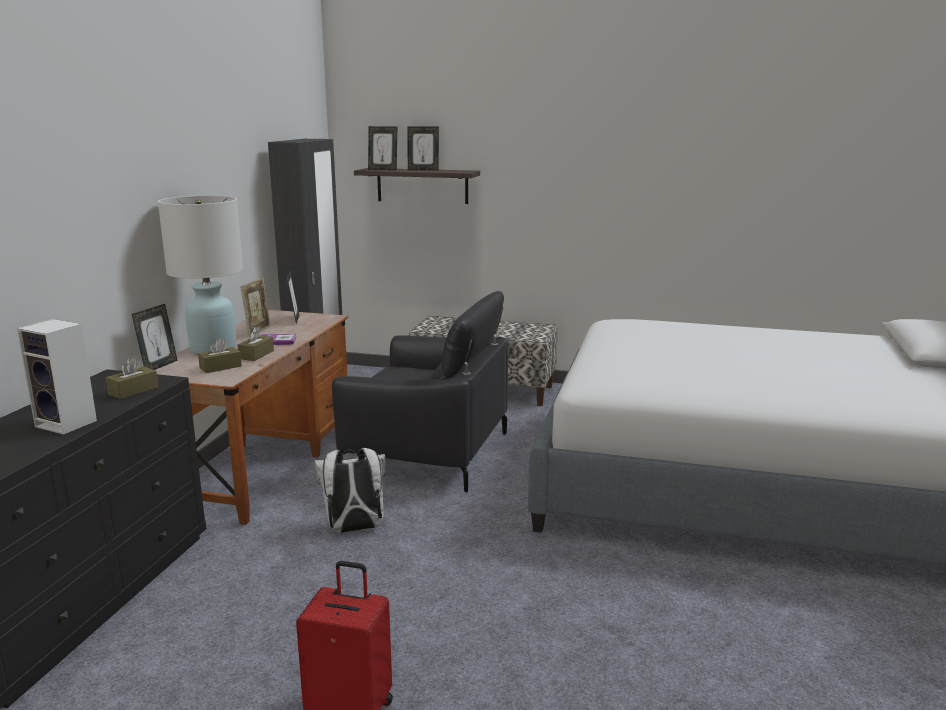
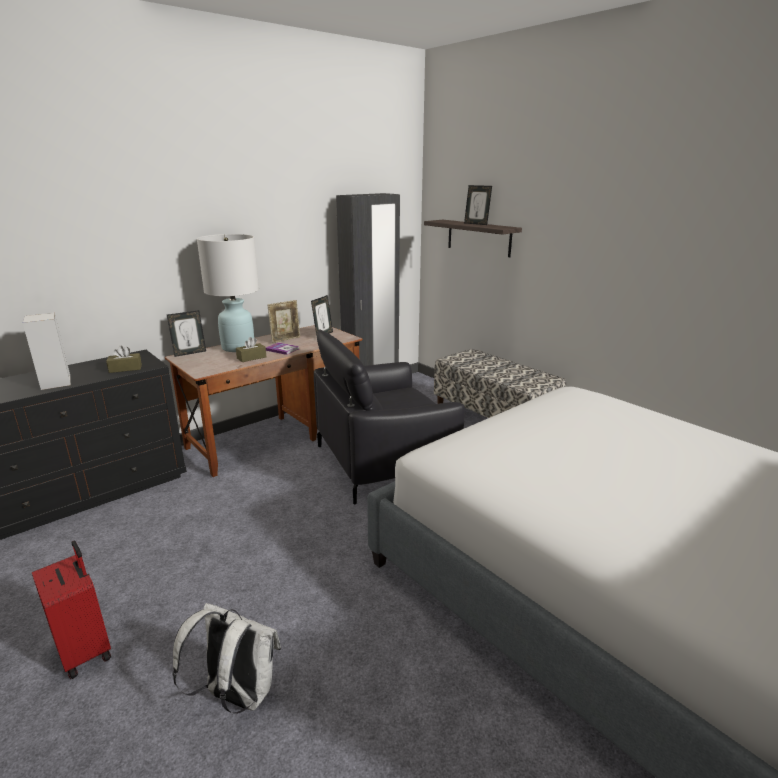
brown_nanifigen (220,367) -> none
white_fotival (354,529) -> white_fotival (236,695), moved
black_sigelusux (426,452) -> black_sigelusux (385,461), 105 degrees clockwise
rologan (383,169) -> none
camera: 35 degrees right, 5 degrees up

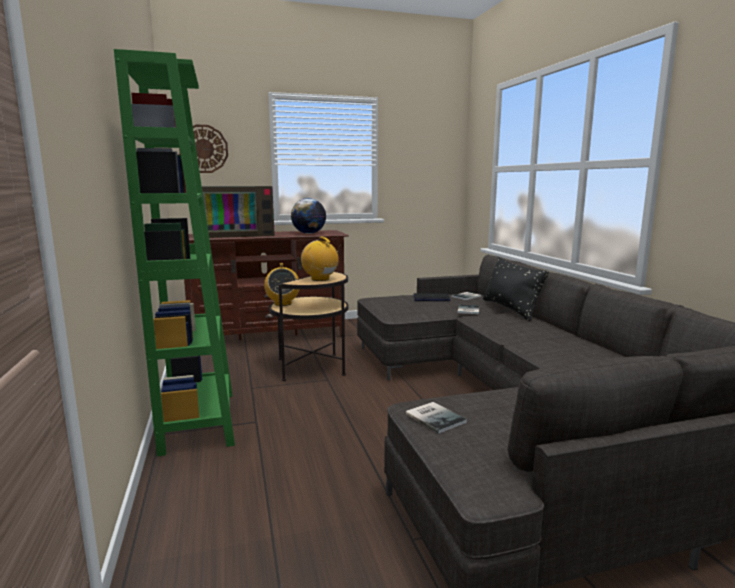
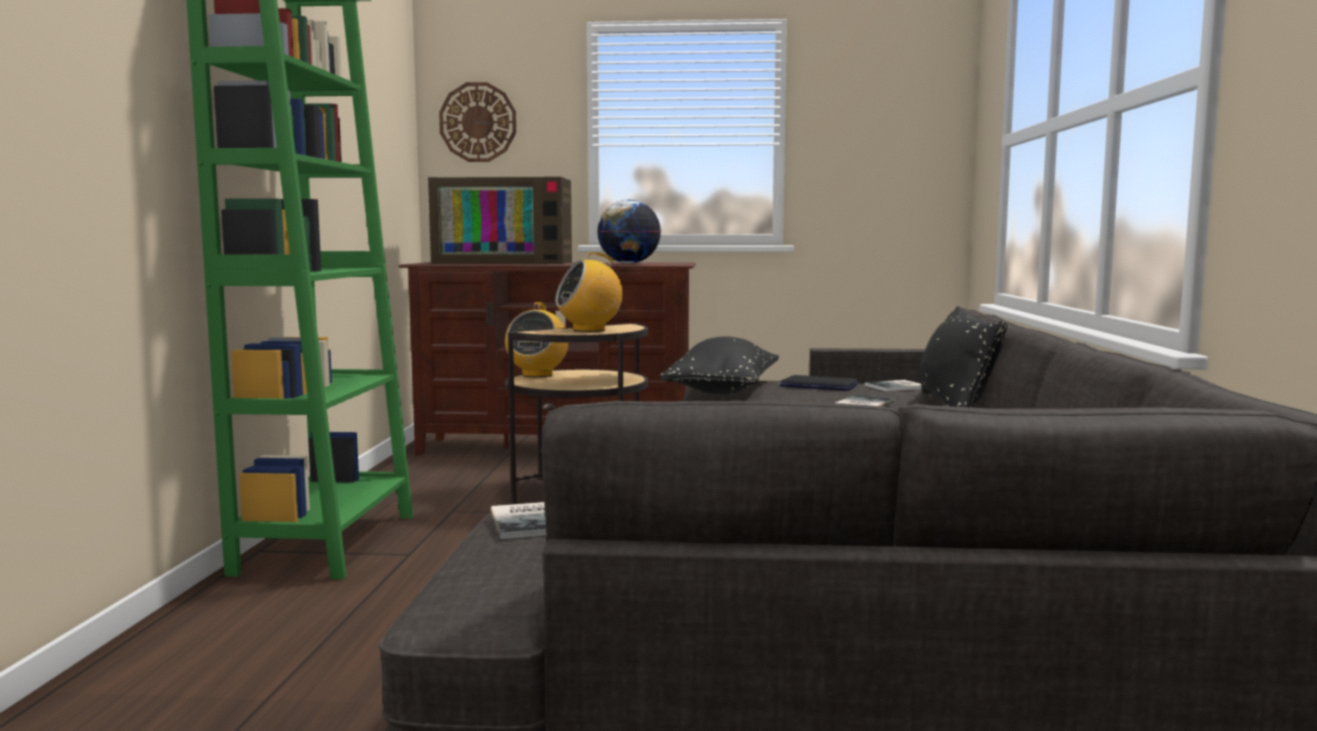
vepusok (320,279) -> vepusok (589,330), 90 degrees counterclockwise
none -> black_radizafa (723,391)
camera: 20 degrees right, 5 degrees down

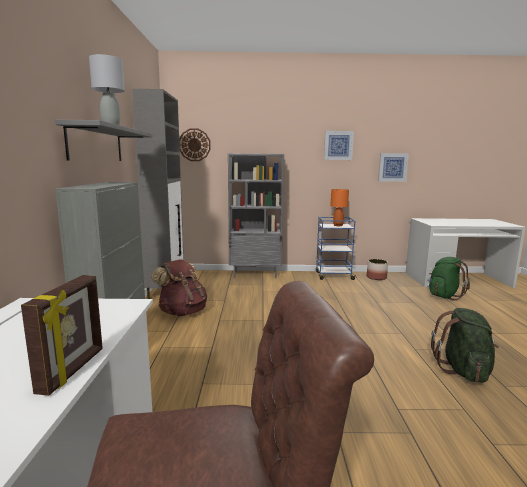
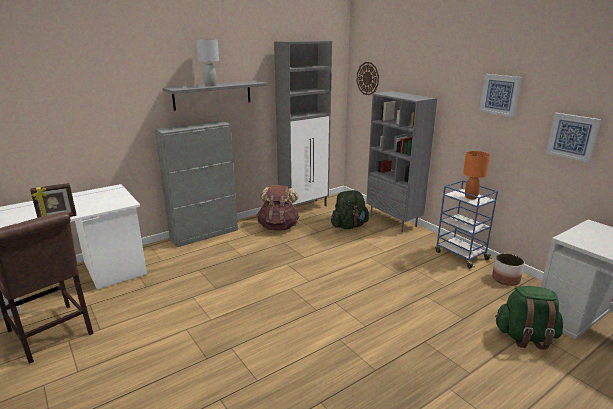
green_fotival (463,370) -> green_fotival (349,226), moved
camera: 55 degrees right, 10 degrees up

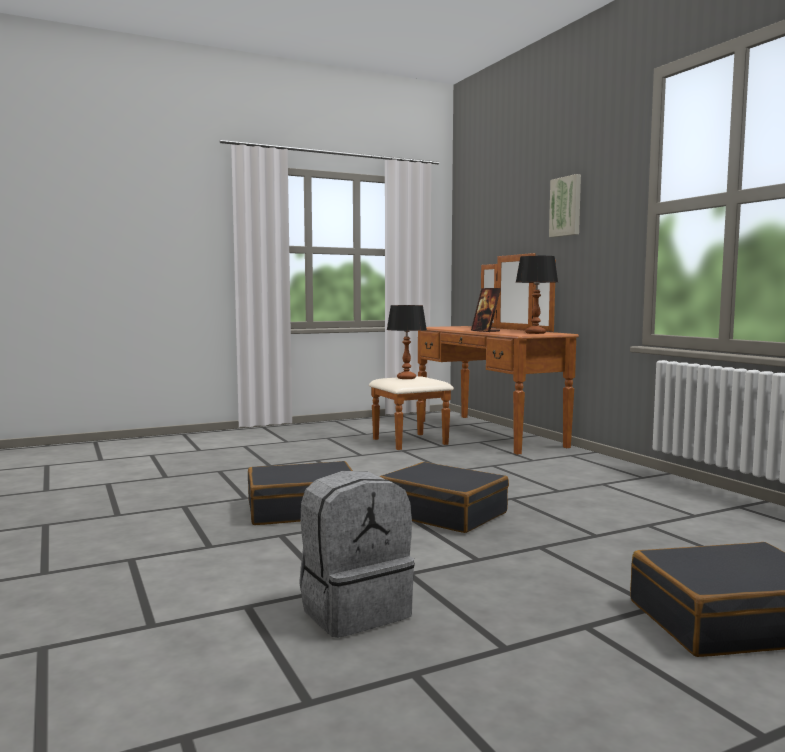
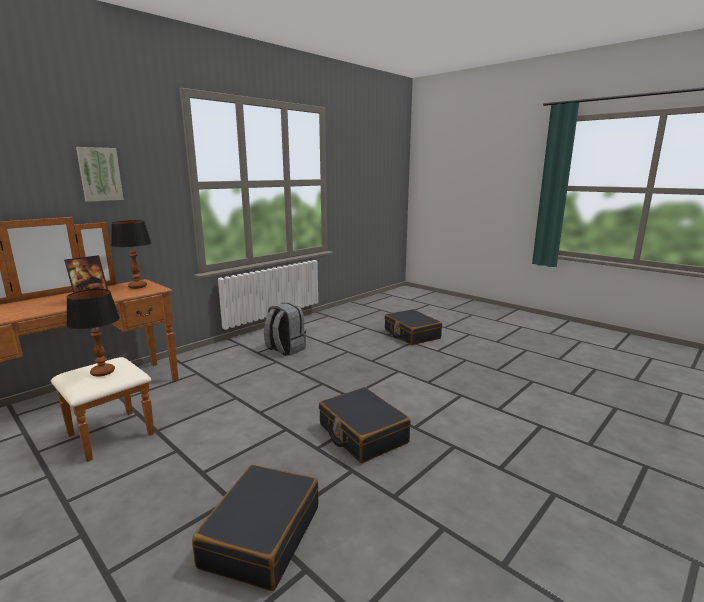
grey_fotival (354,610) -> grey_fotival (285,349), moved
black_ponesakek (443,513) -> black_ponesakek (261,535), moved
camera: 110 degrees left, 10 degrees up

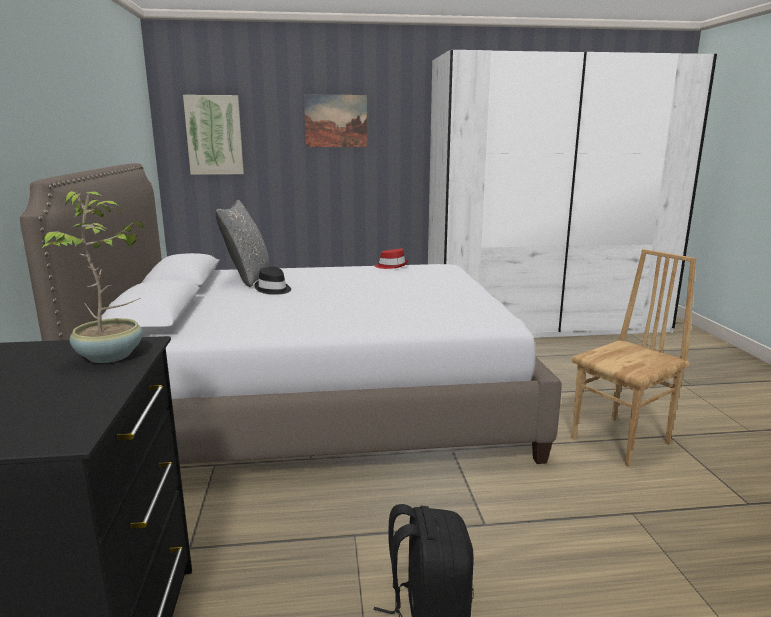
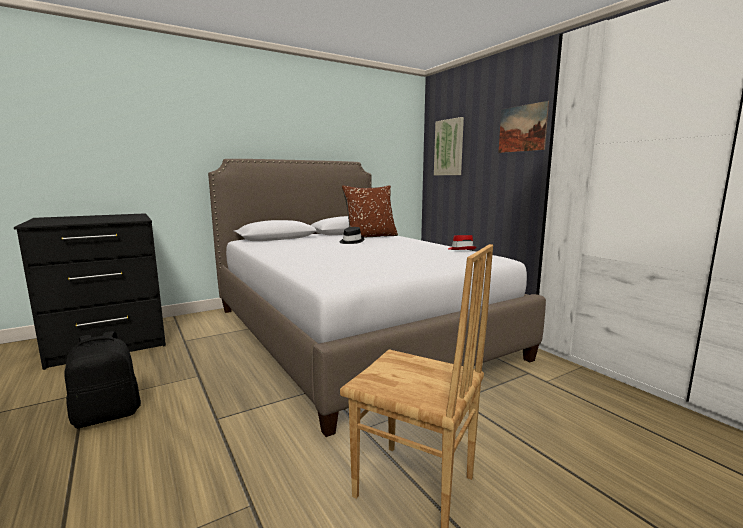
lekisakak (111,356) -> none
grey_radizafa (248,277) -> brown_radizafa (371,236)
camera: 65 degrees right, 5 degrees down

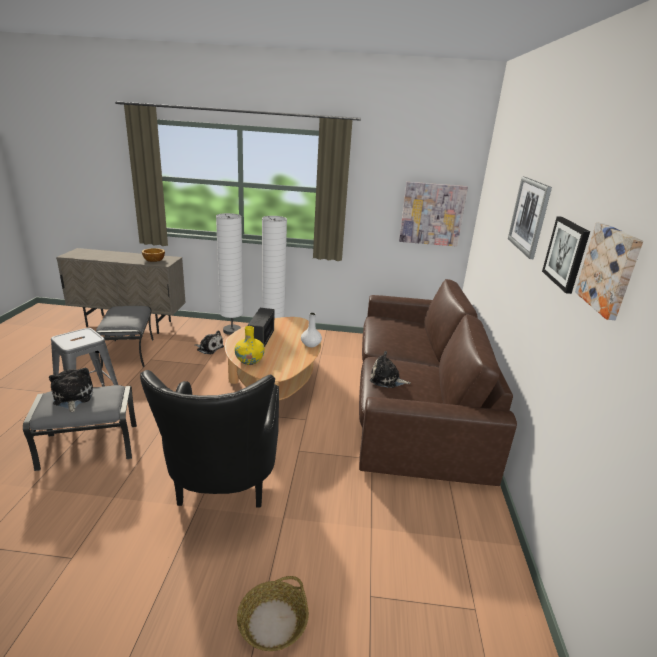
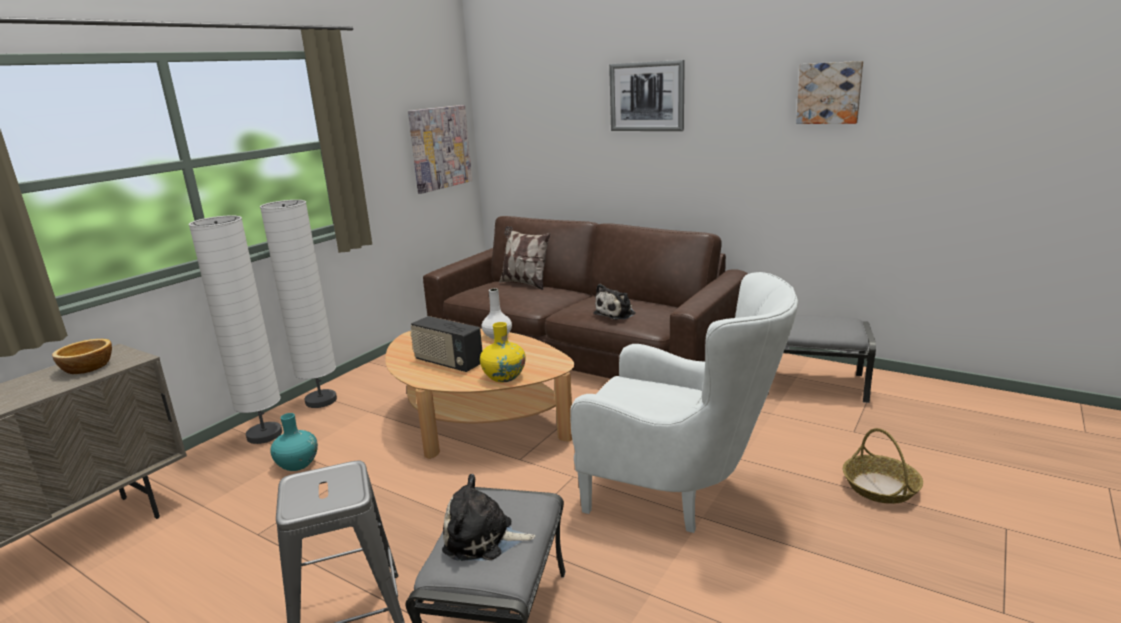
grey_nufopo (129,353) -> grey_nufopo (814,384), moved
black_sigelusux (223,490) -> white_sigelusux (679,494)
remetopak (209,348) -> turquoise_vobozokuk (297,464)
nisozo (566,253) -> none
none -> radizafa (525,283)
camera: 60 degrees left, 5 degrees down

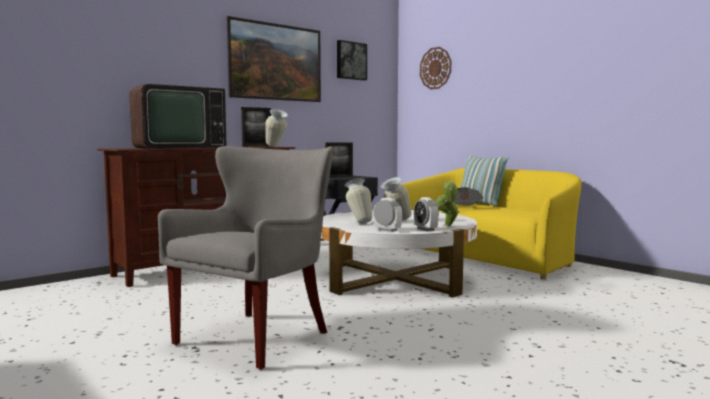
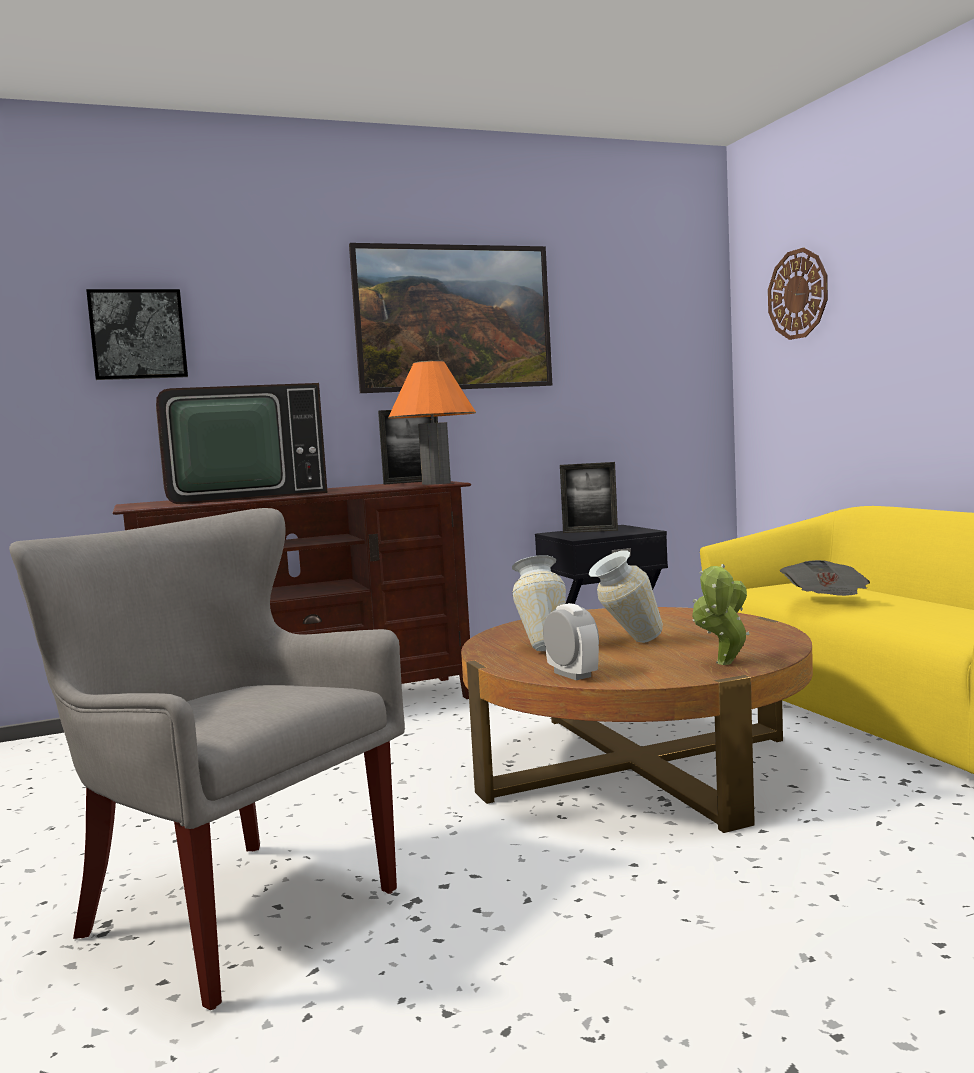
grey_sigelusux (257,337) -> grey_sigelusux (234,911), 105 degrees counterclockwise
vobozokuk (276,146) -> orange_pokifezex (436,483)
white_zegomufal (395,279) -> brown_zegomufal (636,765)
nisozo (350,61) -> nisozo (138,335), moved
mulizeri (425,229) -> none
radizafa (479,203) -> none
camera: 20 degrees right, 0 degrees up

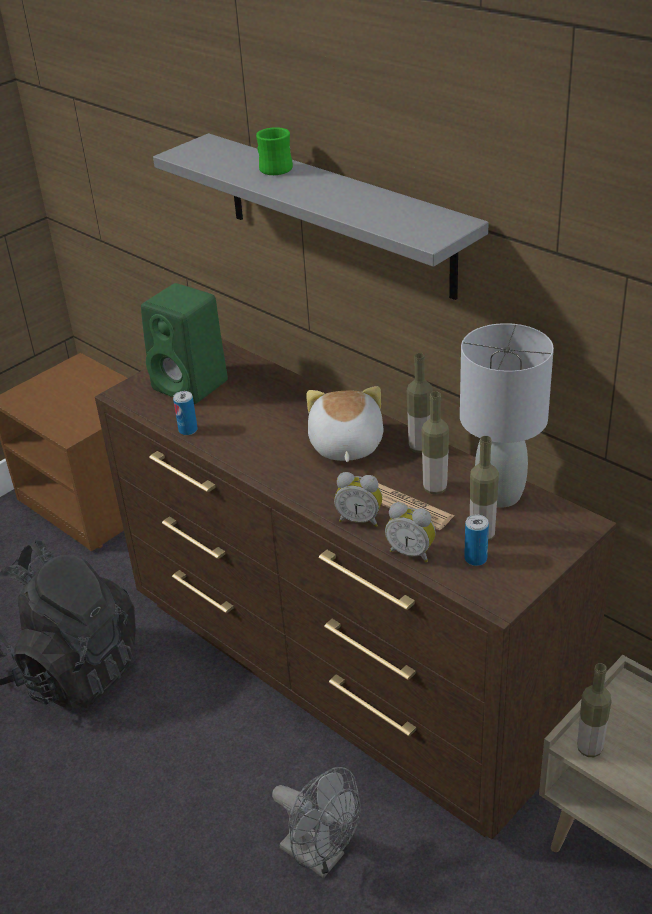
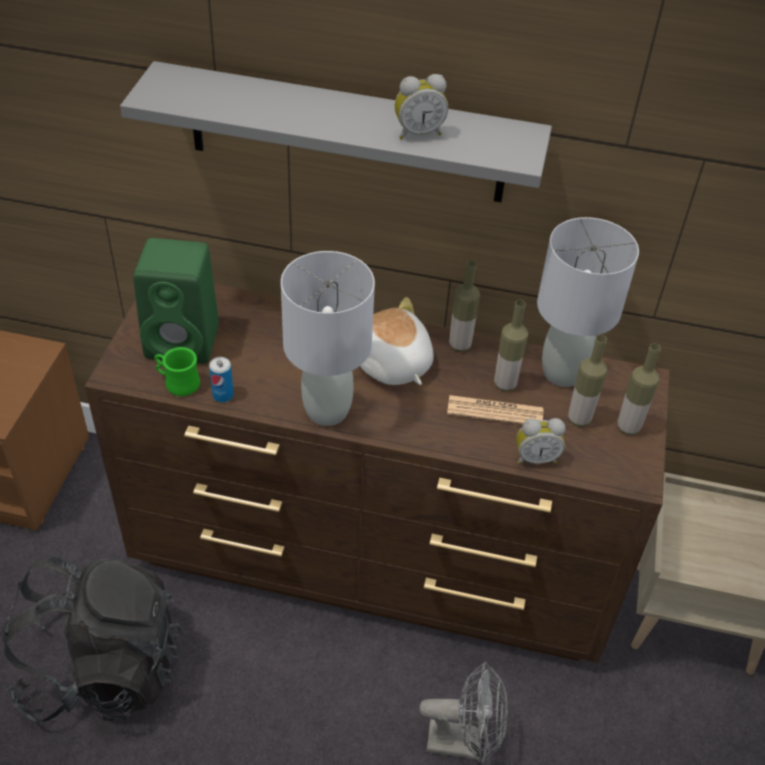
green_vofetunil (272,168) -> green_vofetunil (177,383), moved
mulizeri (360,519) -> mulizeri (418,133), moved
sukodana (475,559) -> none
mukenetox (589,748) -> mukenetox (628,427), moved
none -> grey_pokifezex (327,411)
camera: 35 degrees left, 10 degrees up

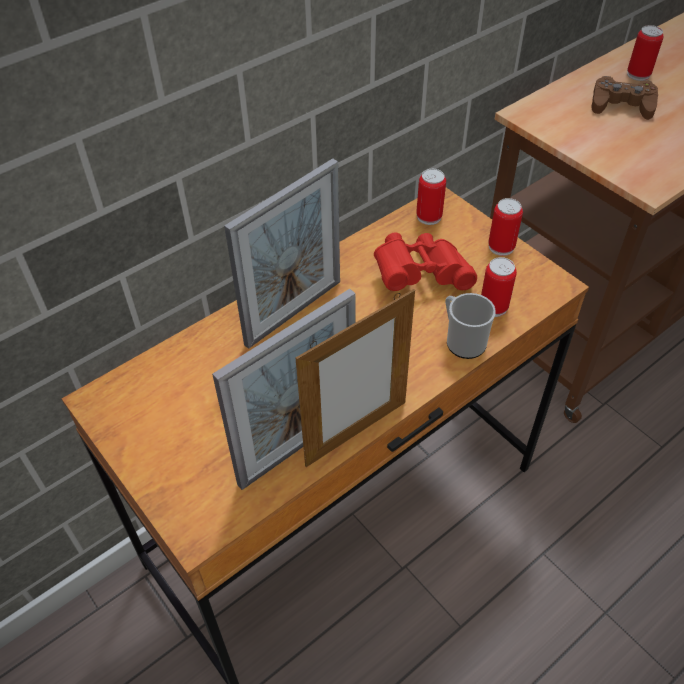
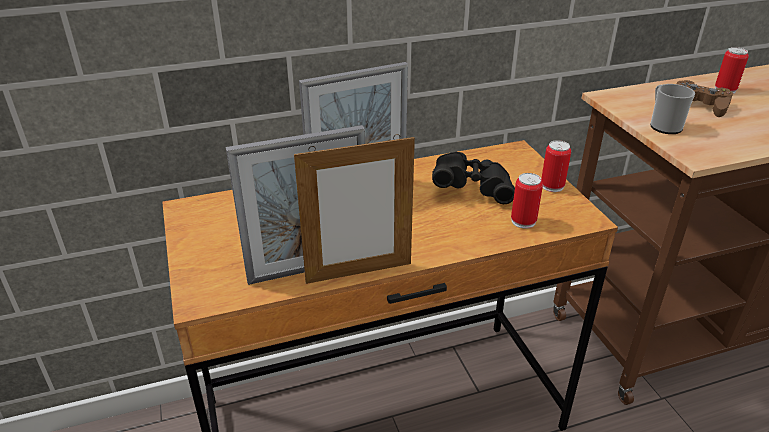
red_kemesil (420,275) -> black_kemesil (472,189)
sukodana (429,216) -> none
vofetunil (462,341) -> vofetunil (663,125), moved
camera: 20 degrees right, 15 degrees down

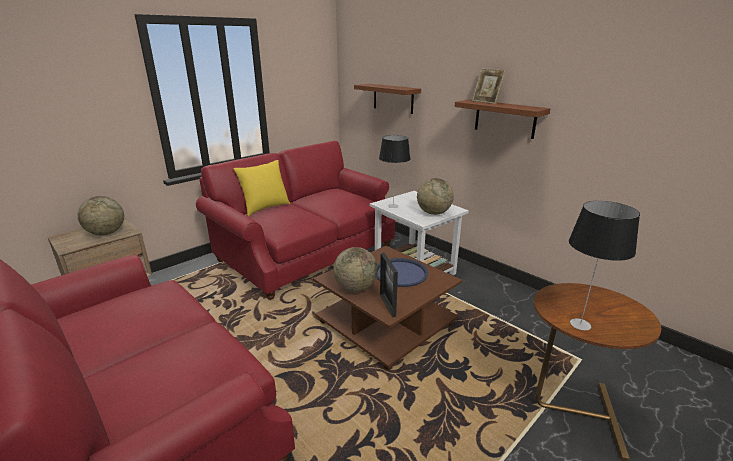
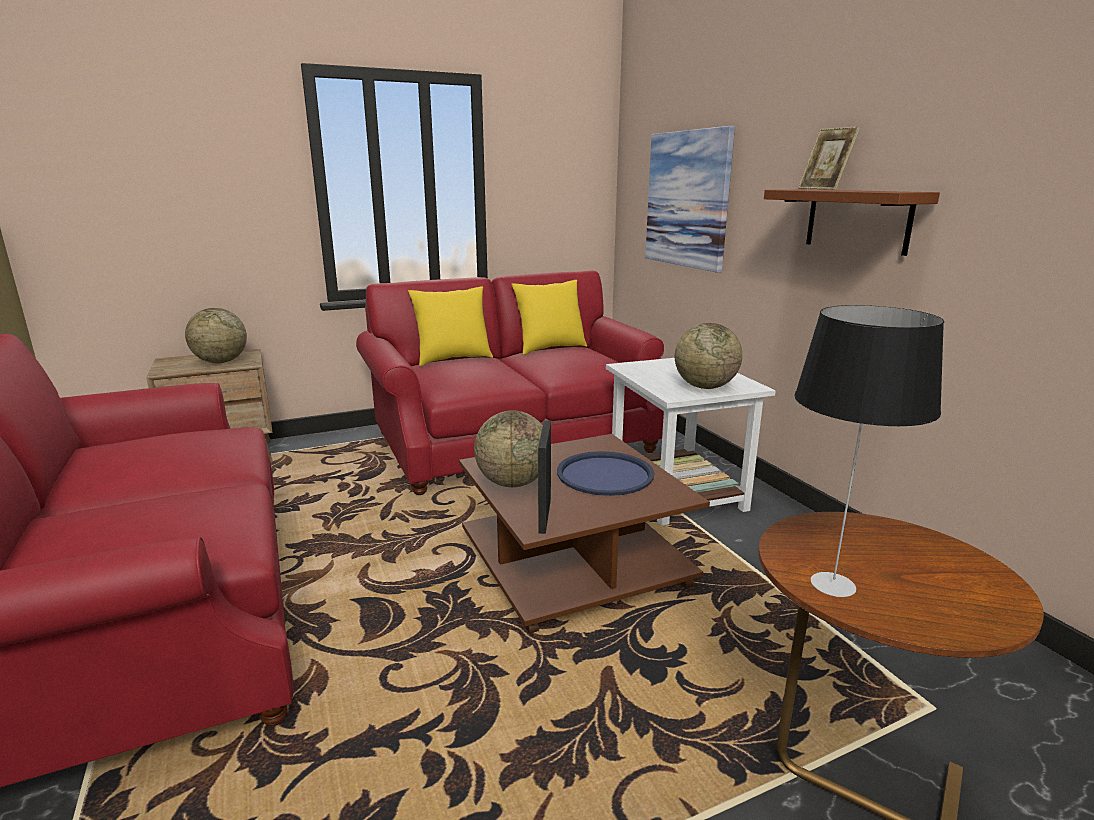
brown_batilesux (393,98) -> nisozo (687,199)
pokifezex (393,206) -> none
none -> yellow_radizafa (550,348)
camera: 20 degrees right, 5 degrees down

